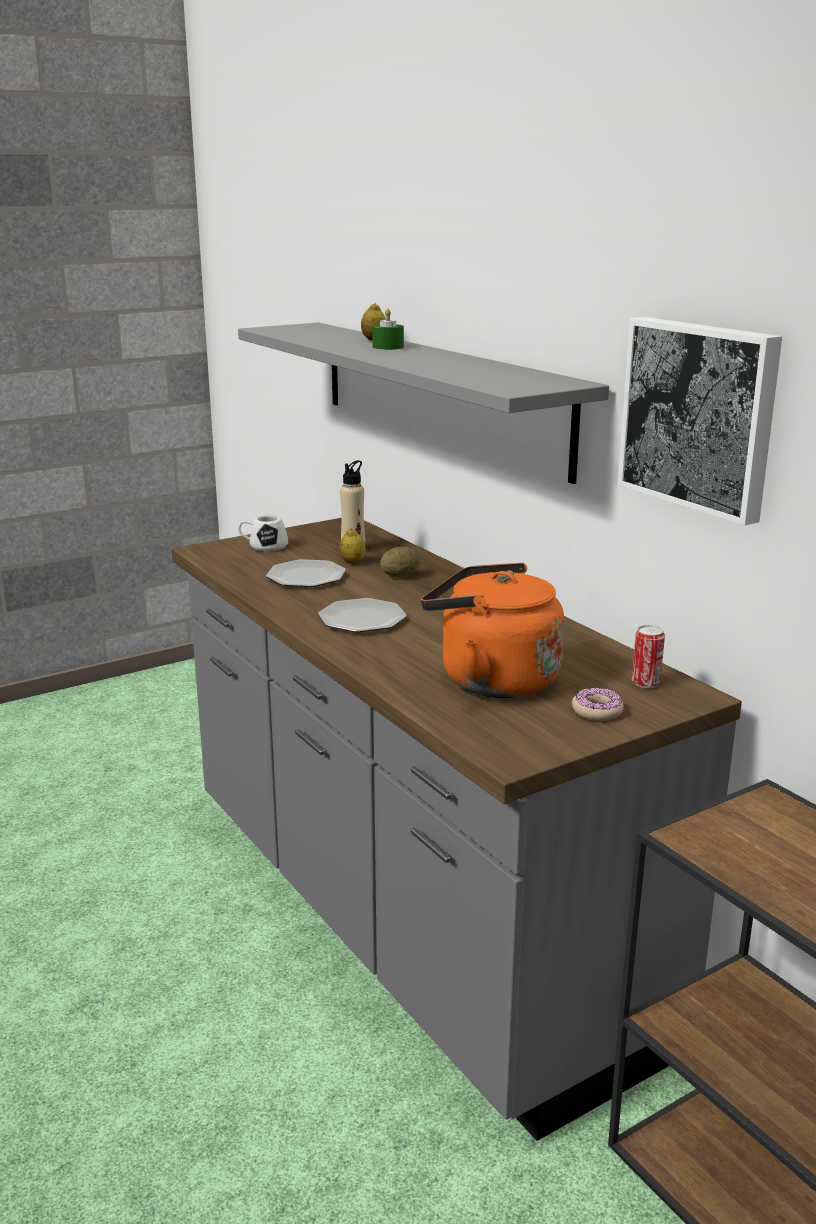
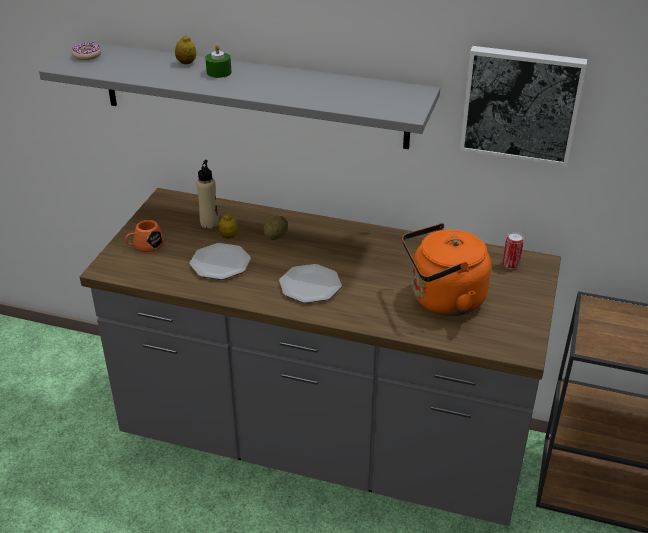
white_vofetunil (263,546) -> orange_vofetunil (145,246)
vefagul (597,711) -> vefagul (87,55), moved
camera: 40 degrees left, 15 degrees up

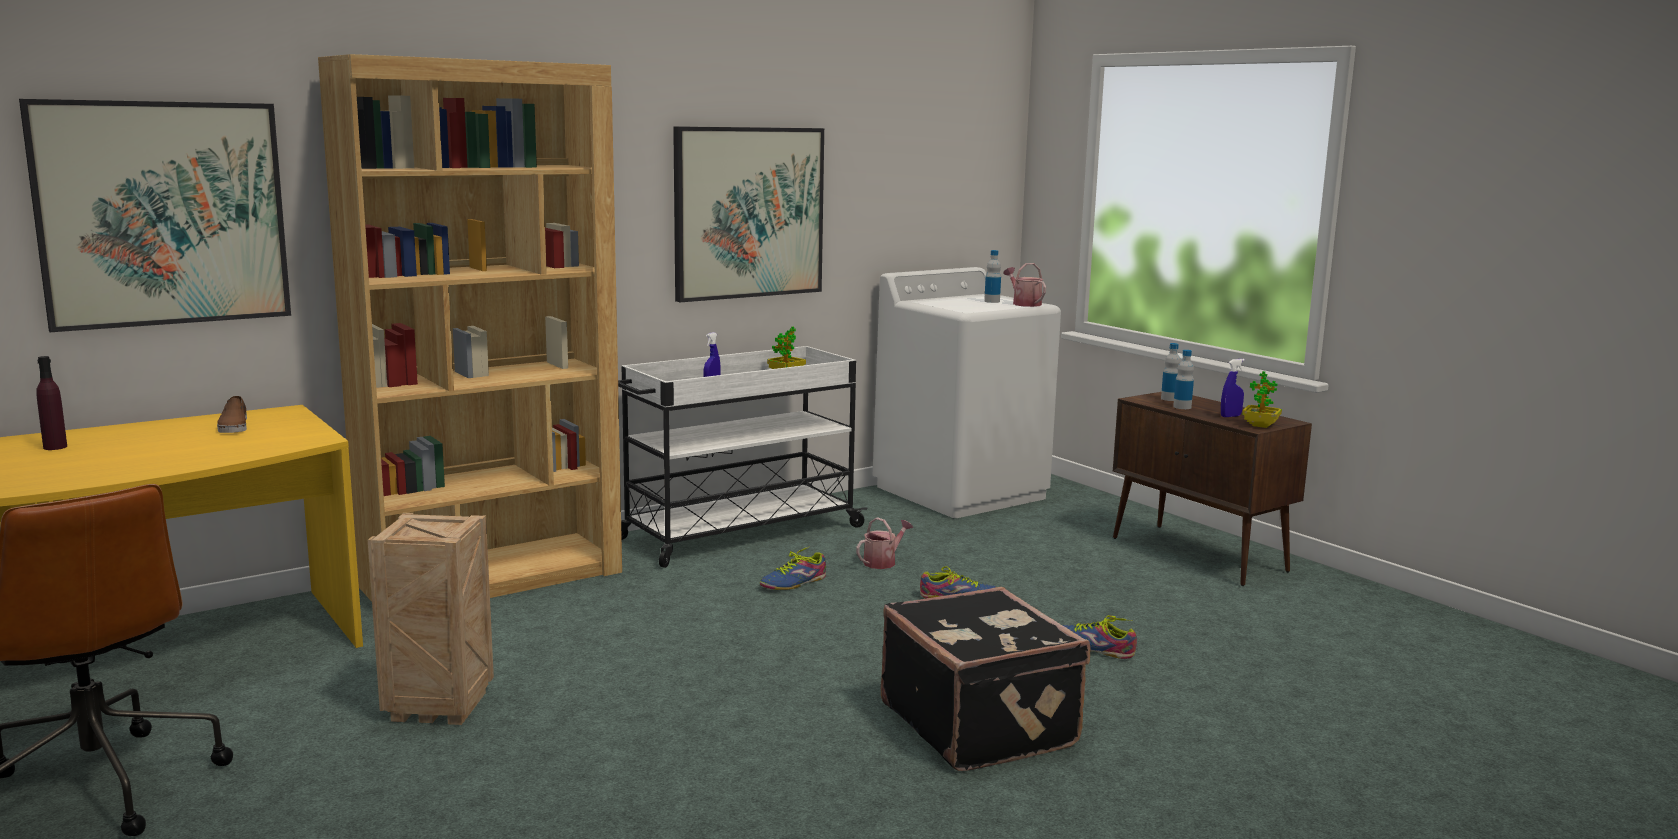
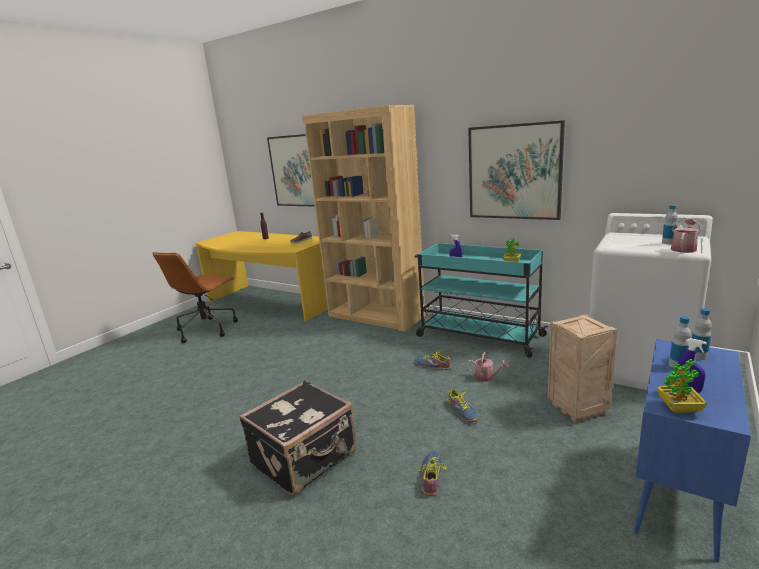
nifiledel (436,707) -> nifiledel (576,408), moved
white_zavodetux (738,533) -> turquoise_zavodetux (478,336)
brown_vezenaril (1199,555) -> blue_vezenaril (677,494)
camera: 70 degrees right, 5 degrees up

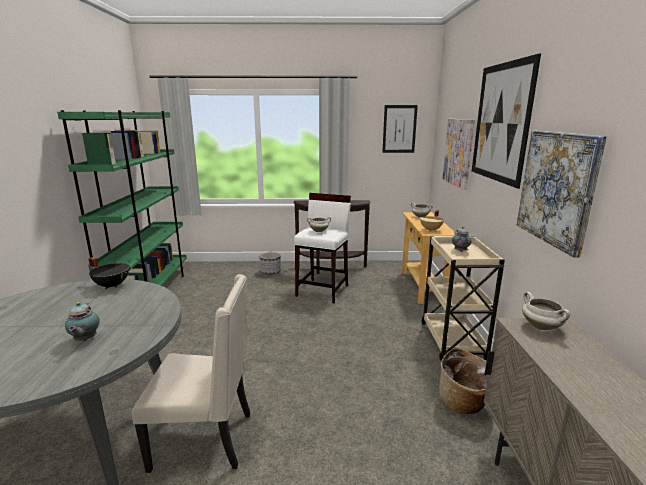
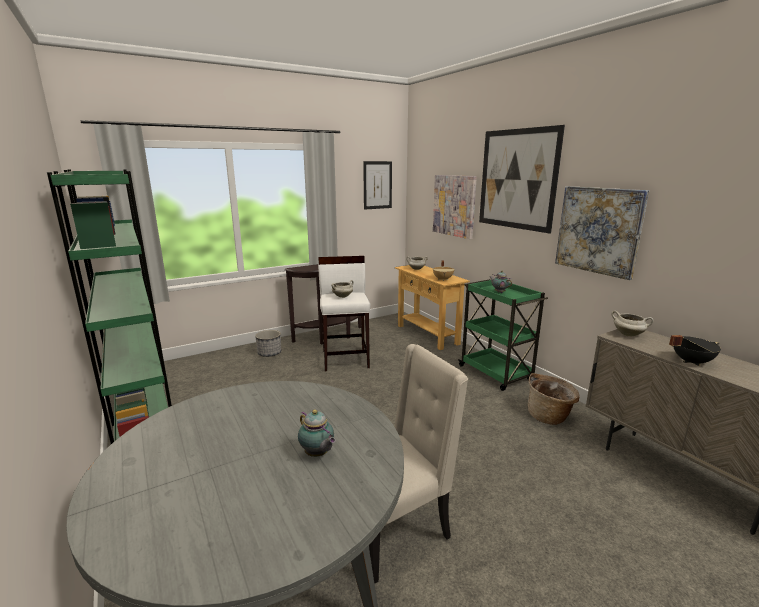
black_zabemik (112,285) -> black_zabemik (690,361), moved
beige_zavodetux (453,342) -> green_zavodetux (496,374)
camera: 30 degrees left, 0 degrees up

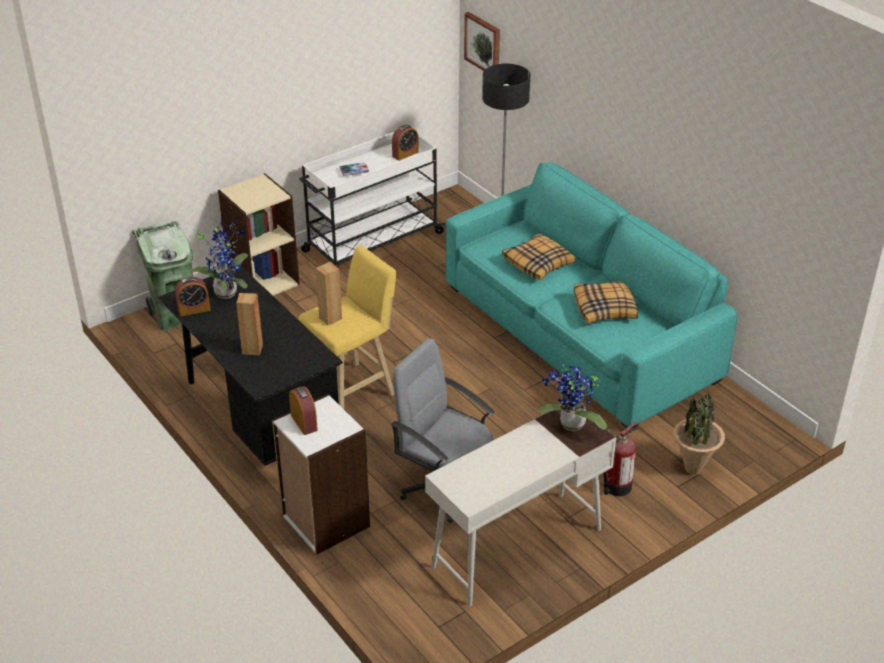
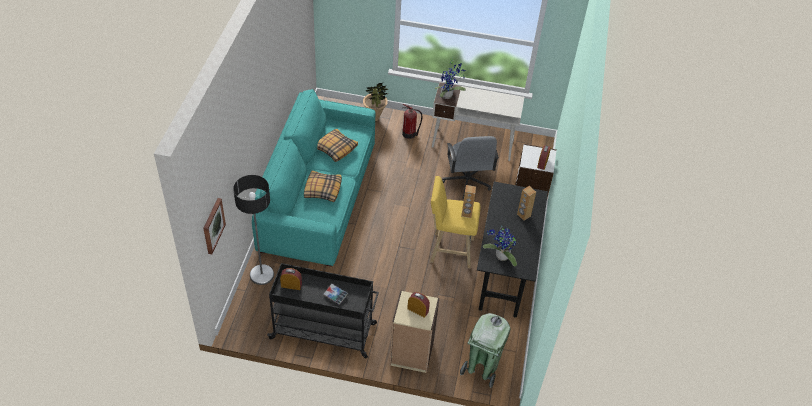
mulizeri (194,309) -> mulizeri (418,310), moved
white_zavodetux (371,243) -> black_zavodetux (324,331)
camera: 135 degrees left, 10 degrees up

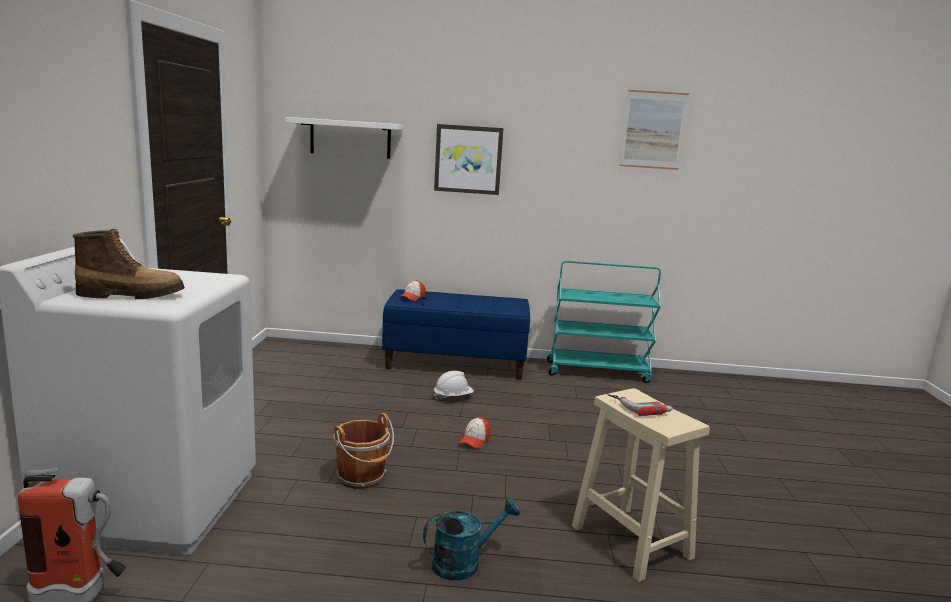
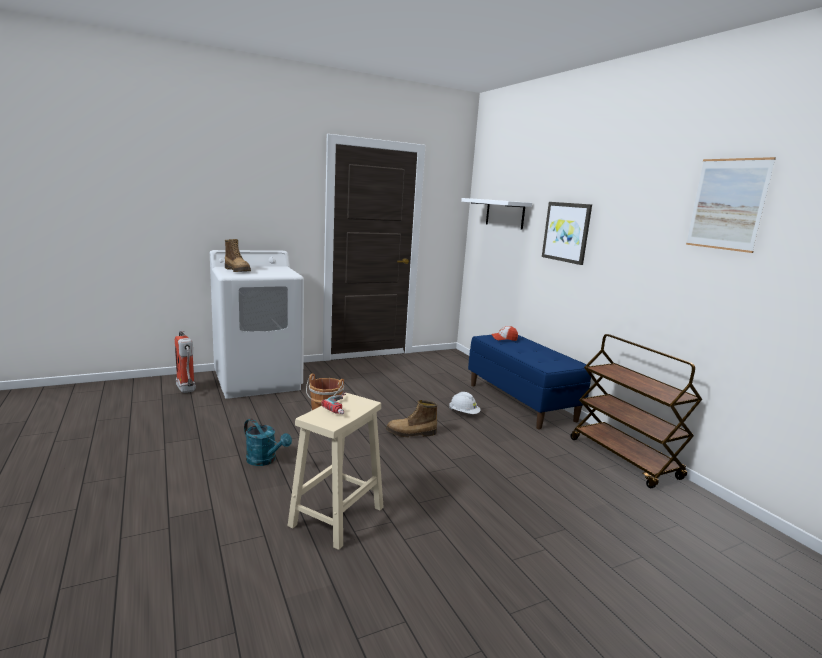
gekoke (474,440) -> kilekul (411,433)
turquoise_zavodetux (598,371) -> brown_zavodetux (624,459)
camera: 60 degrees right, 0 degrees up

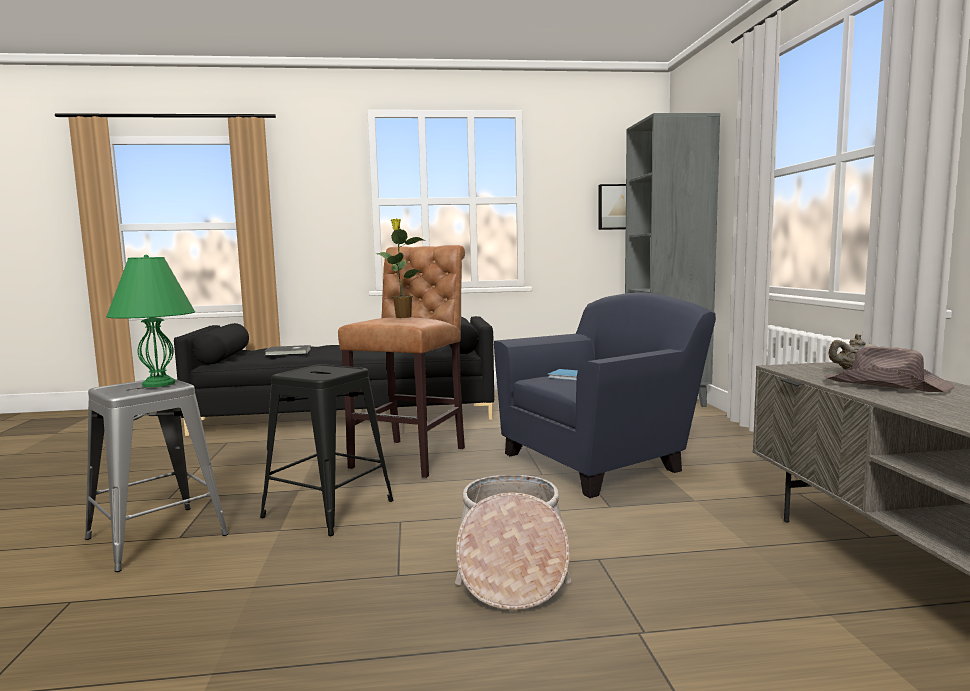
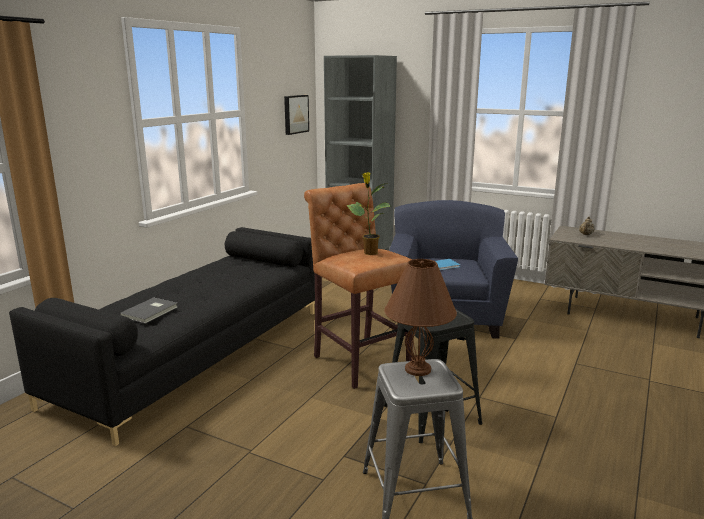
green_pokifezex (158,384) -> brown_pokifezex (418,369)
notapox (511,568) -> none
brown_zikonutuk (887,385) -> none
camera: 55 degrees left, 10 degrees up

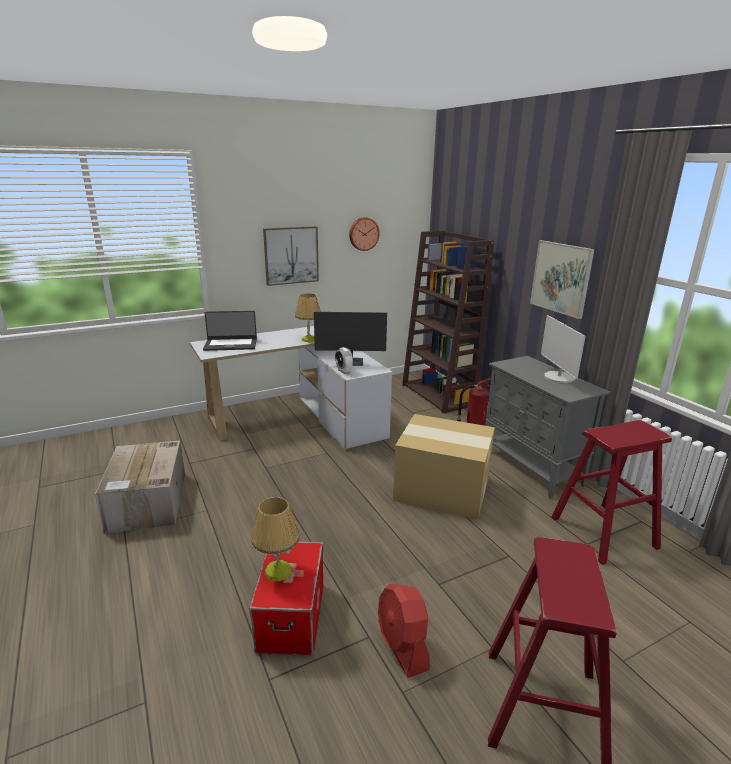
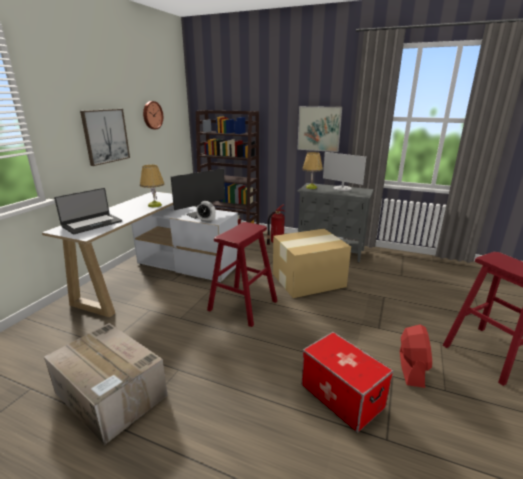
pokifezex (278,571) -> pokifezex (311,187), moved
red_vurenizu (402,645) -> red_vurenizu (411,368), 105 degrees counterclockwise
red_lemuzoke (603,532) -> red_lemuzoke (243,305), moved
camera: 40 degrees left, 0 degrees up

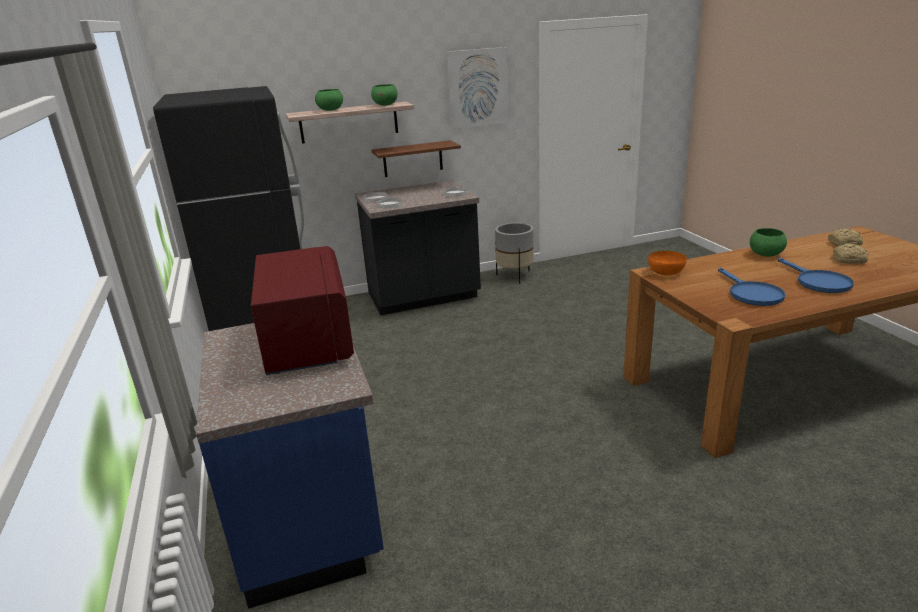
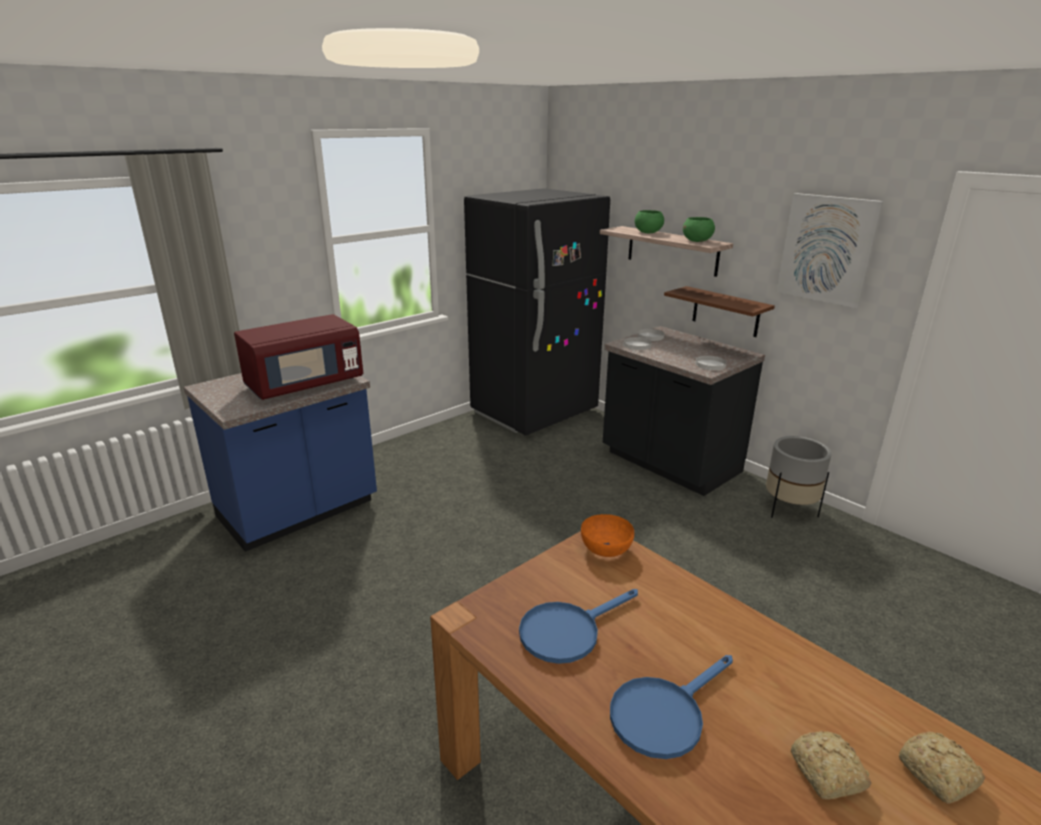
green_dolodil (765,254) -> none
camera: 65 degrees right, 0 degrees up

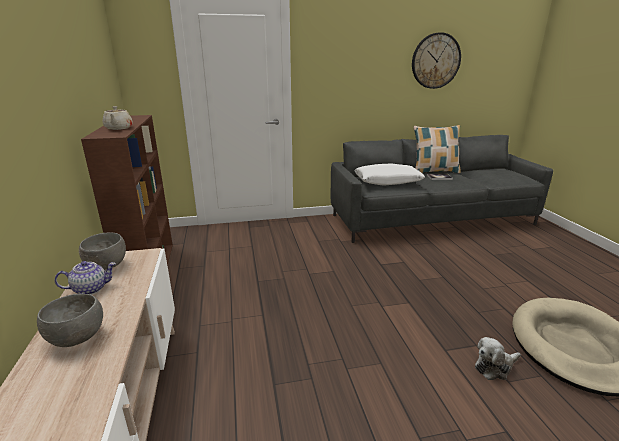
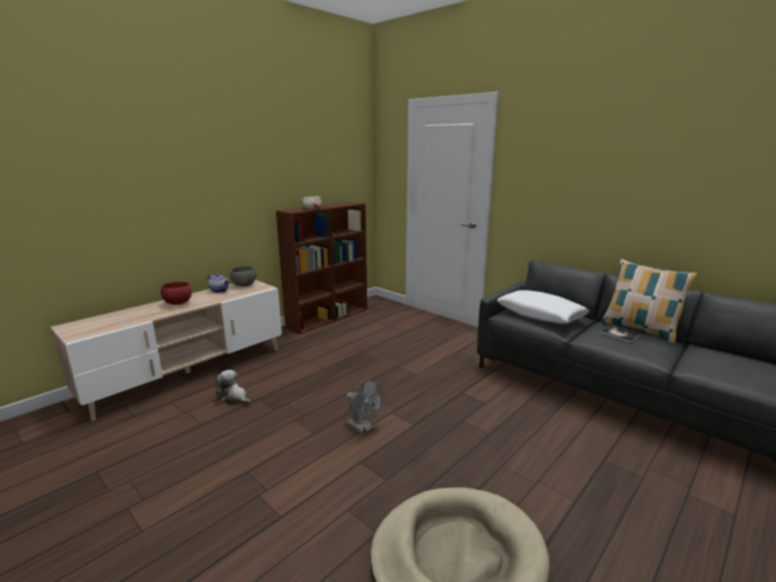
grey_dolodil (78,338) -> red_dolodil (178,303)
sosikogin (435,61) -> none
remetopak (494,367) -> remetopak (234,398), moved
none -> grey_vurenizu (363,428)
camera: 55 degrees right, 5 degrees down

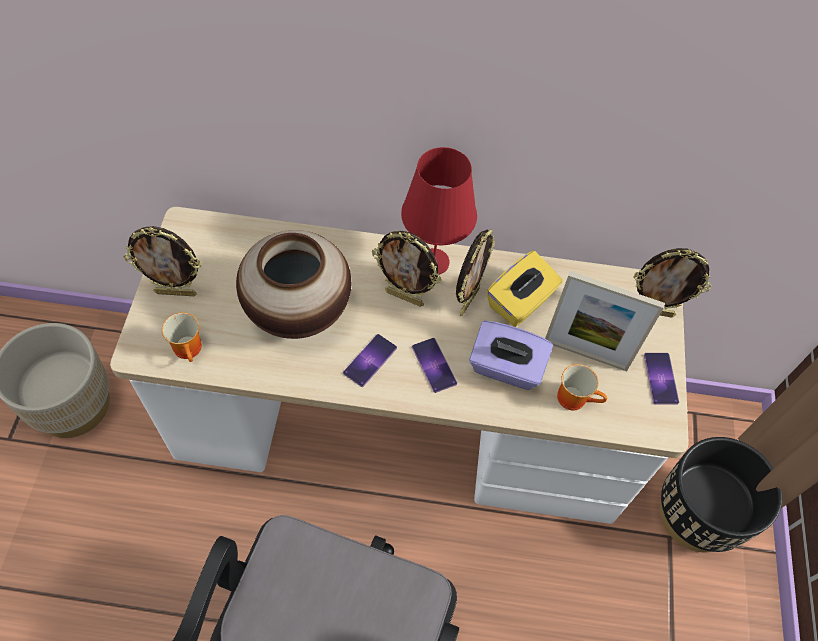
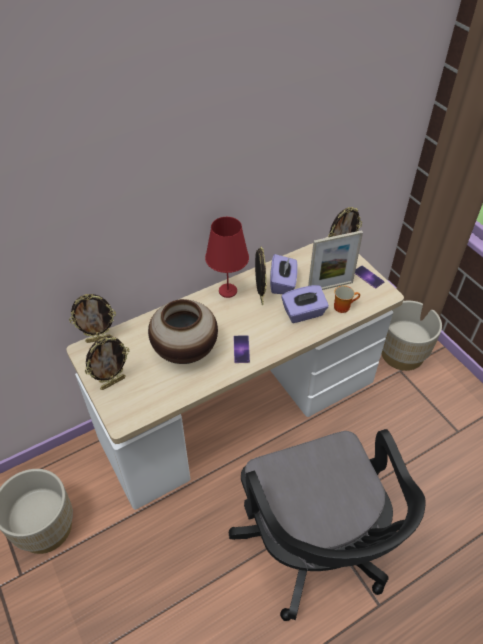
vofetunil (190,349) -> none
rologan (405,297) -> rologan (99,339), moved
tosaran (434,365) -> none
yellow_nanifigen (520,302) -> purple_nanifigen (283,283)
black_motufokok (696,515) -> beige_motufokok (402,354)
camera: 35 degrees left, 10 degrees down

